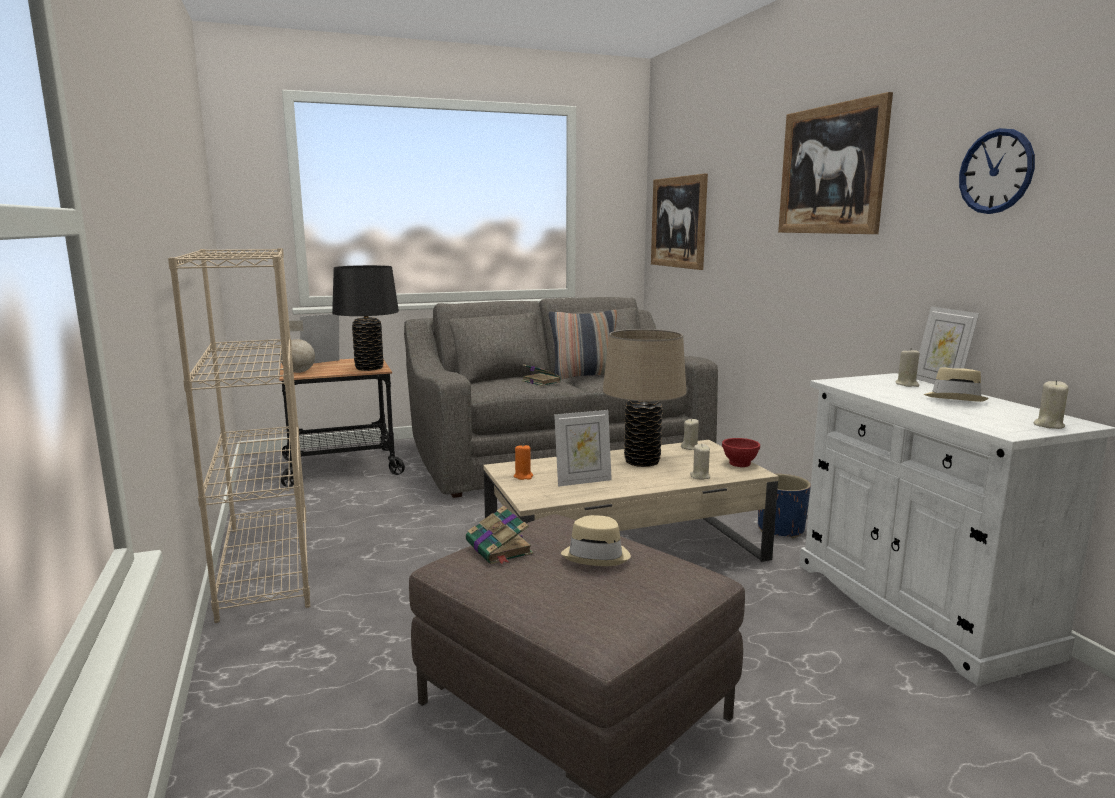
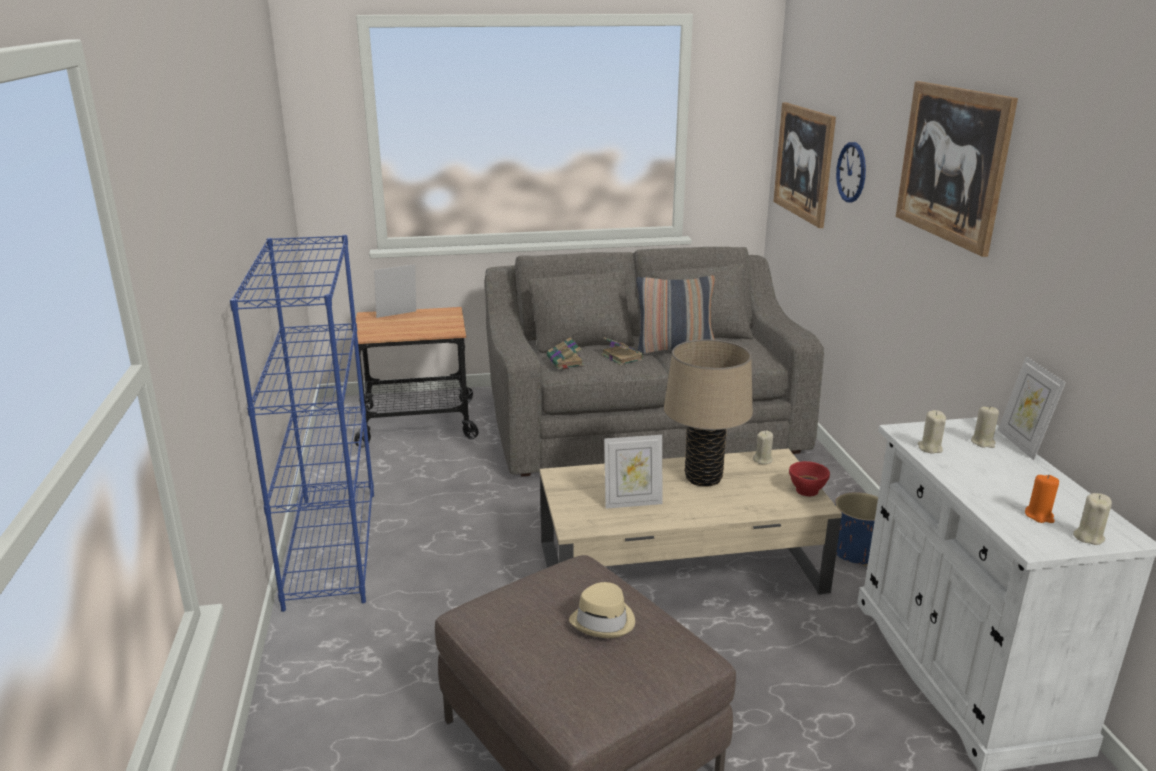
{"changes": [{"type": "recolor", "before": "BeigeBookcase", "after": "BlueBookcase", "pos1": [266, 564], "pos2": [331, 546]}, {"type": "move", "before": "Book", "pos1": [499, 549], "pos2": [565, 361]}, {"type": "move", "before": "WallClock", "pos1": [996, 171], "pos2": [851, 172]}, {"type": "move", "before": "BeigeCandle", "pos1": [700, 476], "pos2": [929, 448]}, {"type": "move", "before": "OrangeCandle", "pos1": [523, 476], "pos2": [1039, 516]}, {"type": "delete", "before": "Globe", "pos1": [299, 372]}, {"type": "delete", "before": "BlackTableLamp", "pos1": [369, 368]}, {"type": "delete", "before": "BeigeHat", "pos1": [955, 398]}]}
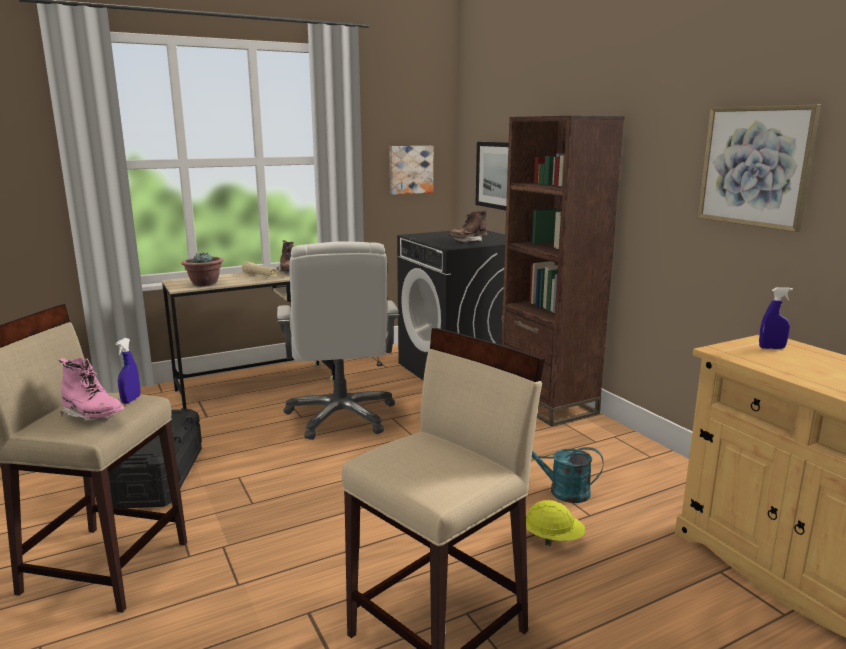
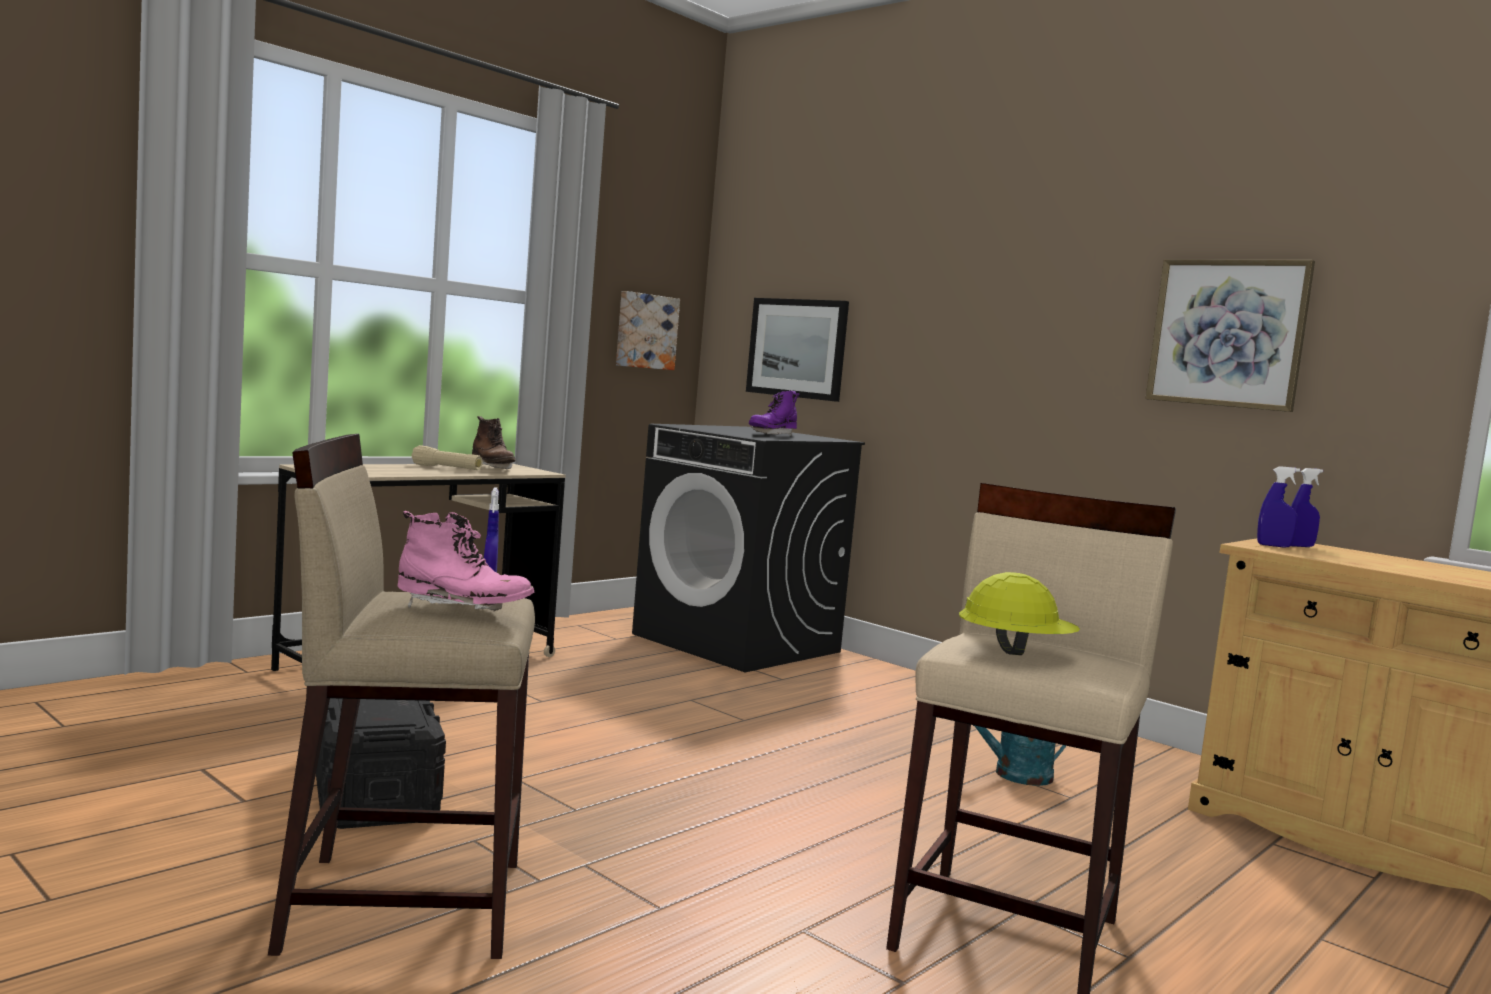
{"changes": [{"type": "recolor", "before": "BrownBoot", "after": "PurpleBoot", "pos1": [468, 241], "pos2": [772, 435]}, {"type": "move", "before": "YellowHardHat", "pos1": [553, 539], "pos2": [1015, 652]}, {"type": "insert", "after": "BlueSprayBottle", "pos2": [1274, 546]}, {"type": "delete", "before": "PottedPlant", "pos1": [204, 284]}, {"type": "delete", "before": "WhiteOfficeChair", "pos1": [341, 416]}, {"type": "delete", "before": "BrownBookcase", "pos1": [547, 404]}]}
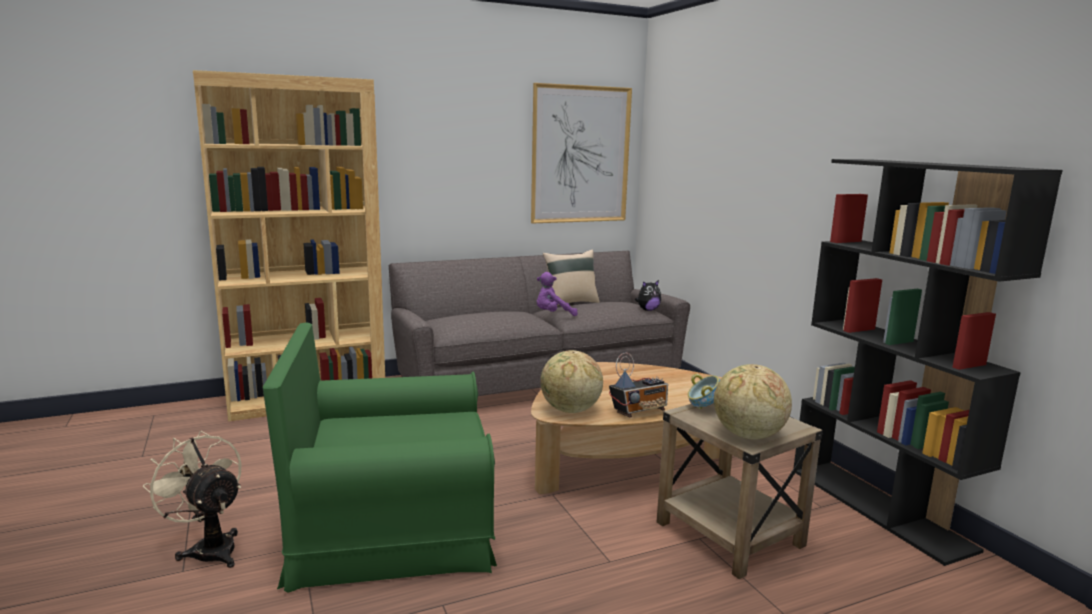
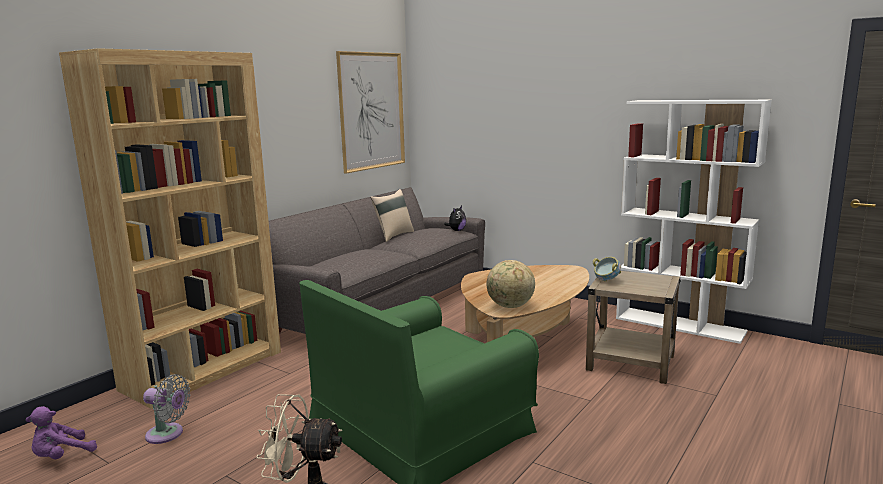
{"changes": [{"type": "move", "before": "PurplePlushToy", "pos1": [553, 315], "pos2": [61, 456]}, {"type": "insert", "after": "GreyFan", "pos2": [168, 434]}, {"type": "recolor", "before": "BlackBookcase", "after": "WhiteBookcase", "pos1": [879, 508], "pos2": [680, 325]}, {"type": "delete", "before": "Radio", "pos1": [639, 411]}, {"type": "delete", "before": "Globe", "pos1": [748, 435]}]}
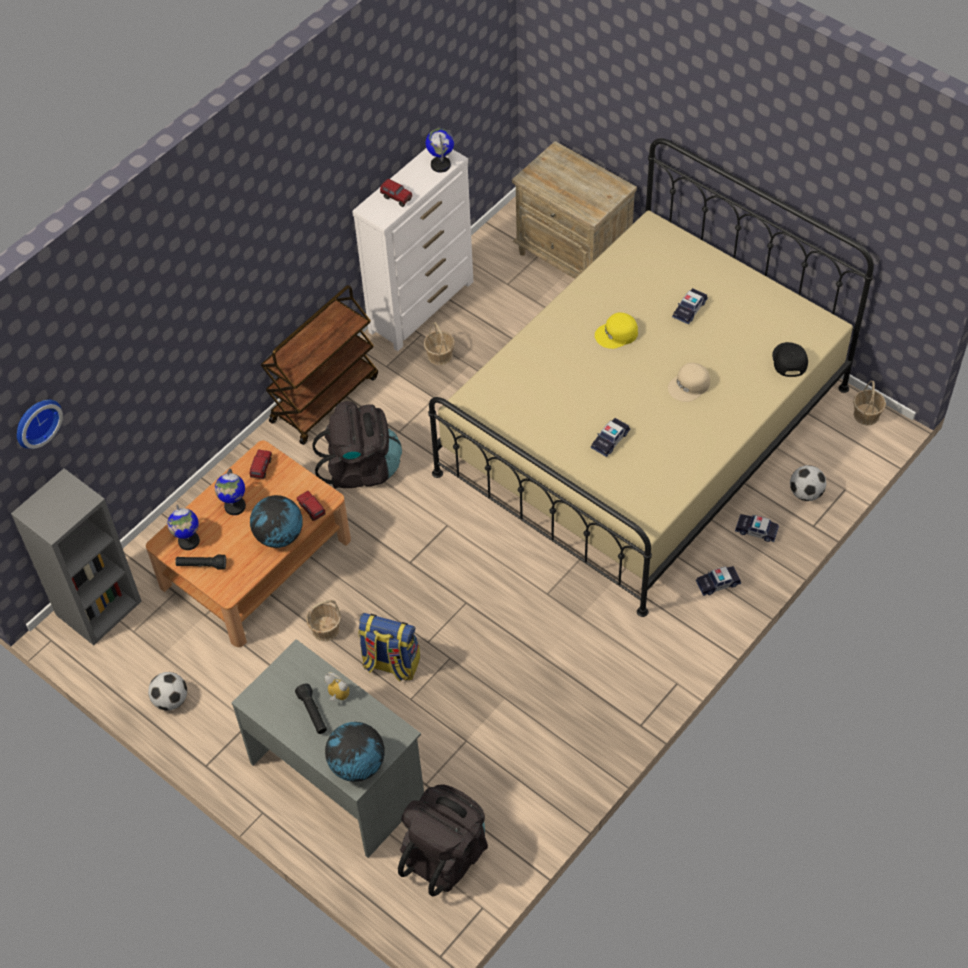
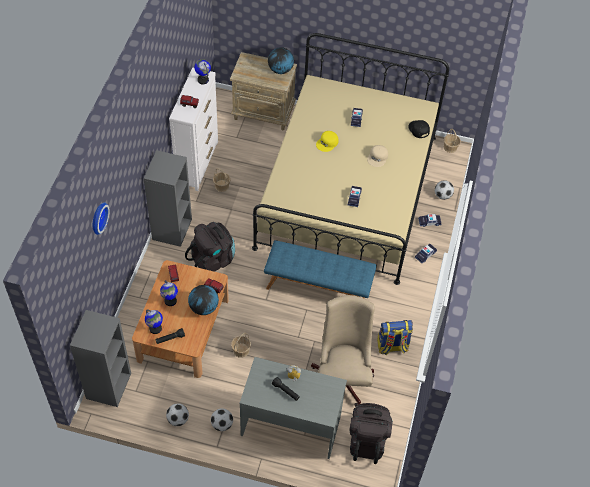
{"changes": [{"type": "move", "before": "WallClock", "pos1": [35, 421], "pos2": [97, 217]}, {"type": "replace", "before": "BrownCart", "after": "GreyBookcase", "pos1": [324, 398], "pos2": [172, 229]}, {"type": "insert", "after": "Football", "pos2": [222, 424]}, {"type": "insert", "after": "BlueBench", "pos2": [318, 286]}, {"type": "move", "before": "Globe", "pos1": [357, 765], "pos2": [280, 70]}, {"type": "insert", "after": "BeigeOfficeChair", "pos2": [342, 376]}, {"type": "move", "before": "Backpack", "pos1": [390, 664], "pos2": [392, 346]}]}
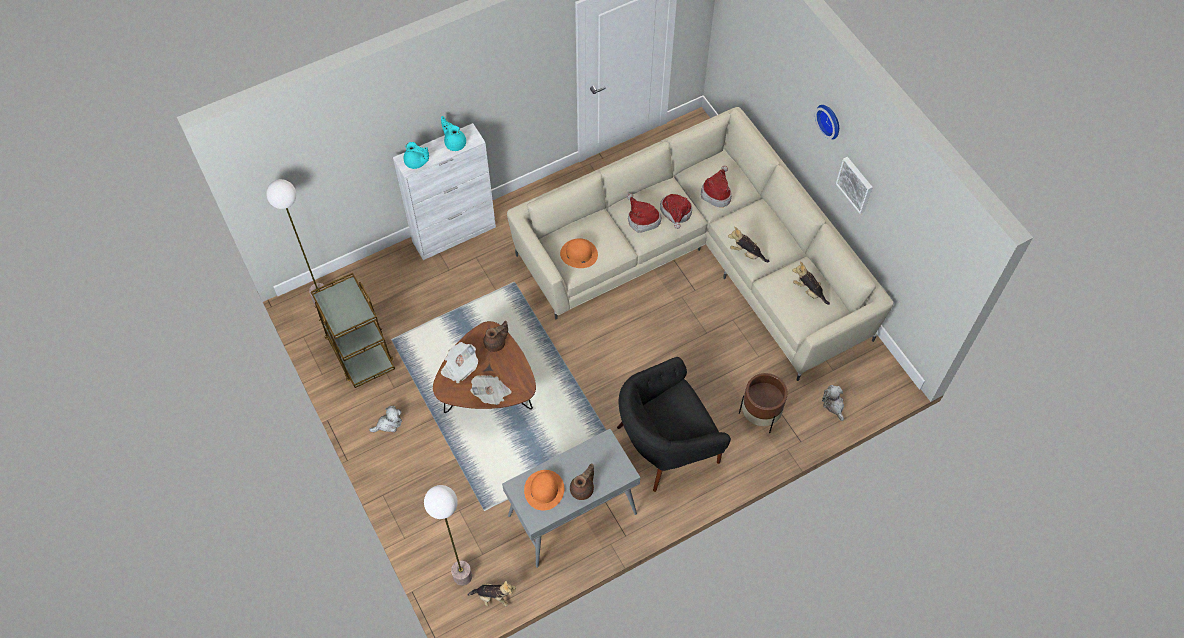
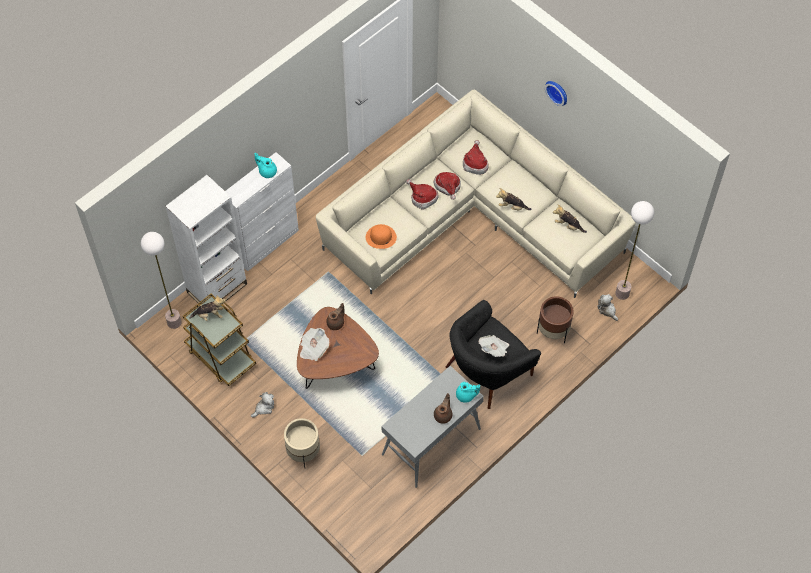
{"changes": [{"type": "insert", "after": "WhiteBookcase", "pos2": [217, 288]}, {"type": "move", "before": "PlushToy", "pos1": [493, 597], "pos2": [209, 315]}, {"type": "insert", "after": "BeigePlanter", "pos2": [303, 452]}, {"type": "move", "before": "TurquoiseTeapot", "pos1": [416, 162], "pos2": [466, 395]}, {"type": "move", "before": "Newspaper", "pos1": [491, 394], "pos2": [494, 349]}, {"type": "move", "before": "FloorLamp", "pos1": [462, 576], "pos2": [622, 293]}, {"type": "delete", "before": "OrangeHat", "pos1": [544, 489]}, {"type": "delete", "before": "Picture", "pos1": [855, 184]}]}
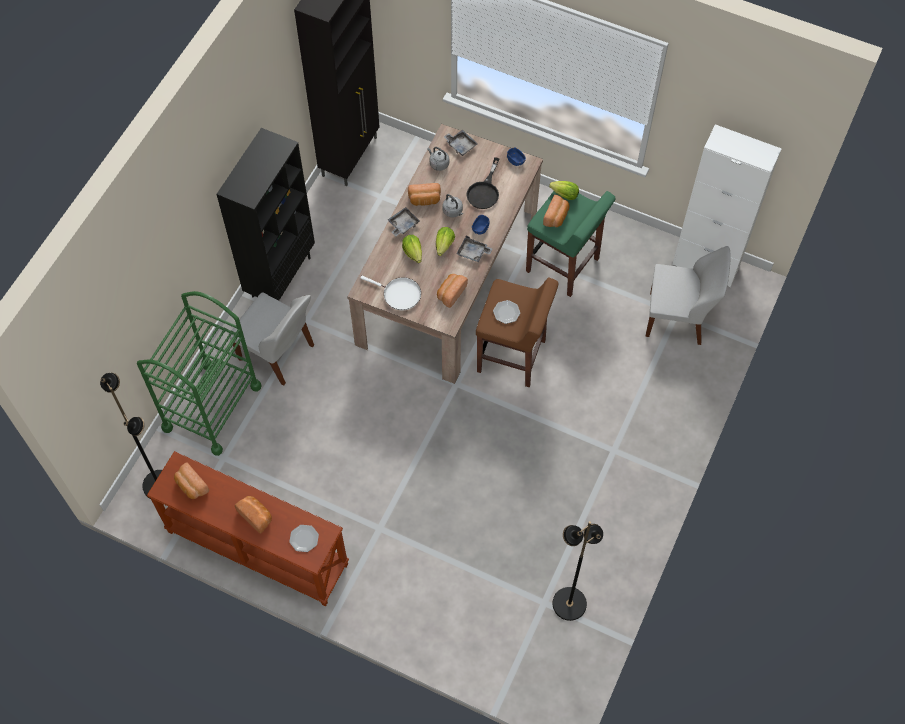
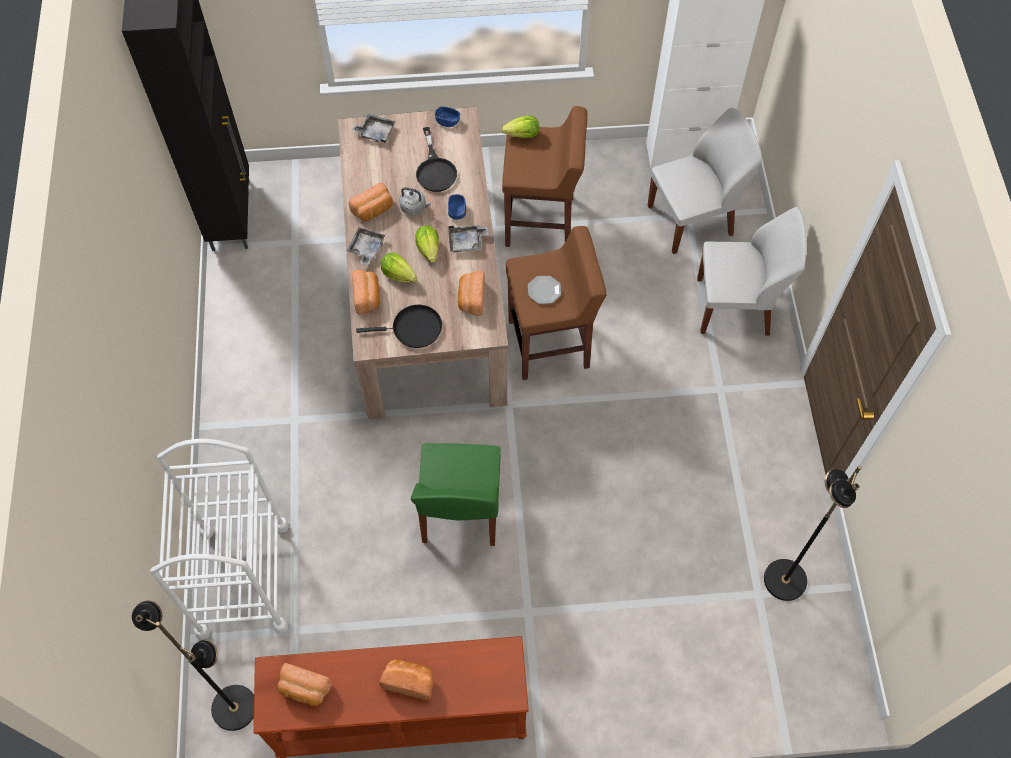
{"changes": [{"type": "recolor", "before": "GreenCart", "after": "WhiteCart", "pos1": [212, 407], "pos2": [243, 578]}, {"type": "move", "before": "Bread", "pos1": [556, 217], "pos2": [367, 297]}, {"type": "recolor", "before": "WhiteFryingPan", "after": "BlackFryingPan", "pos1": [399, 294], "pos2": [413, 329]}, {"type": "insert", "after": "GreenChair", "pos2": [460, 512]}, {"type": "recolor", "before": "GreenStool", "after": "BrownStool", "pos1": [563, 266], "pos2": [541, 222]}, {"type": "move", "before": "WhiteChair", "pos1": [278, 353], "pos2": [735, 307]}, {"type": "delete", "before": "BlackBookcase", "pos1": [280, 276]}, {"type": "delete", "before": "Plate", "pos1": [304, 539]}, {"type": "delete", "before": "GreyKettle", "pos1": [438, 163]}]}
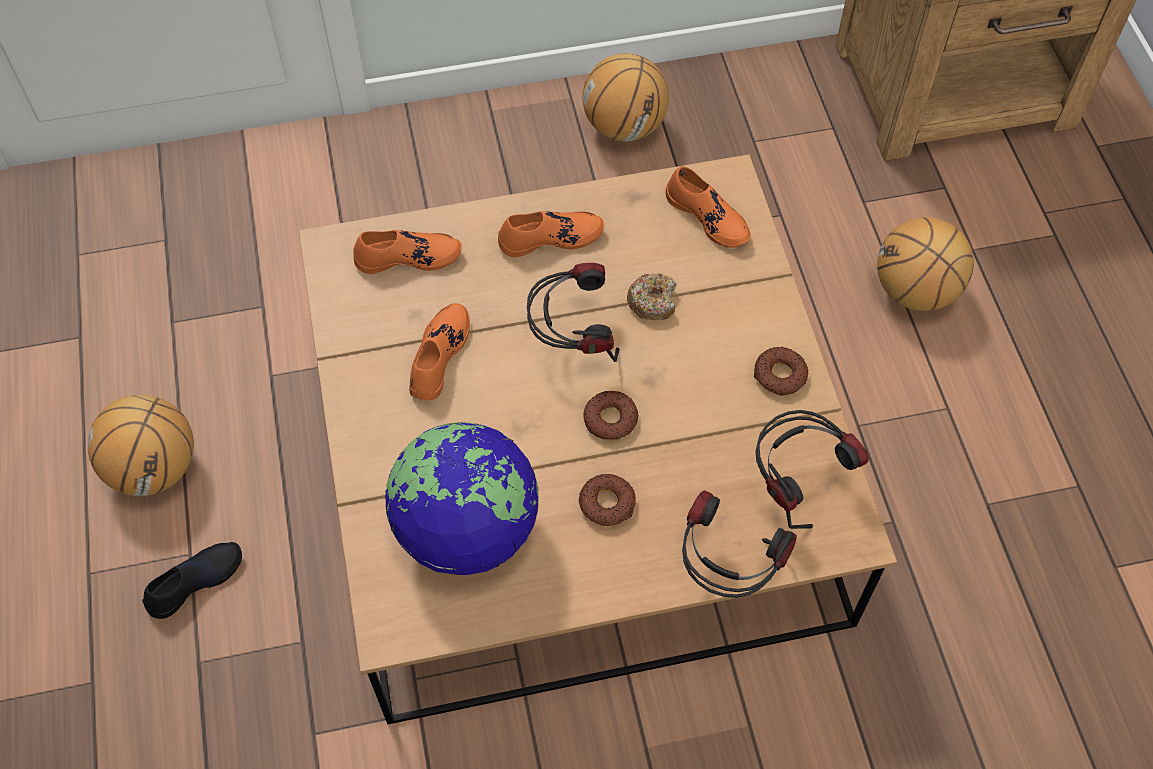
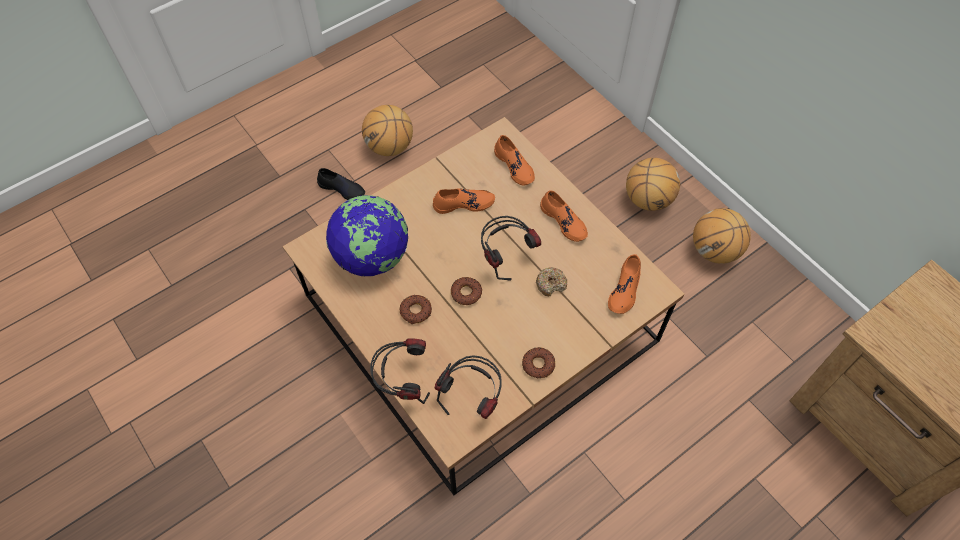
{"changes": [{"type": "move", "before": "Basketball", "pos1": [915, 291], "pos2": [647, 200]}]}
